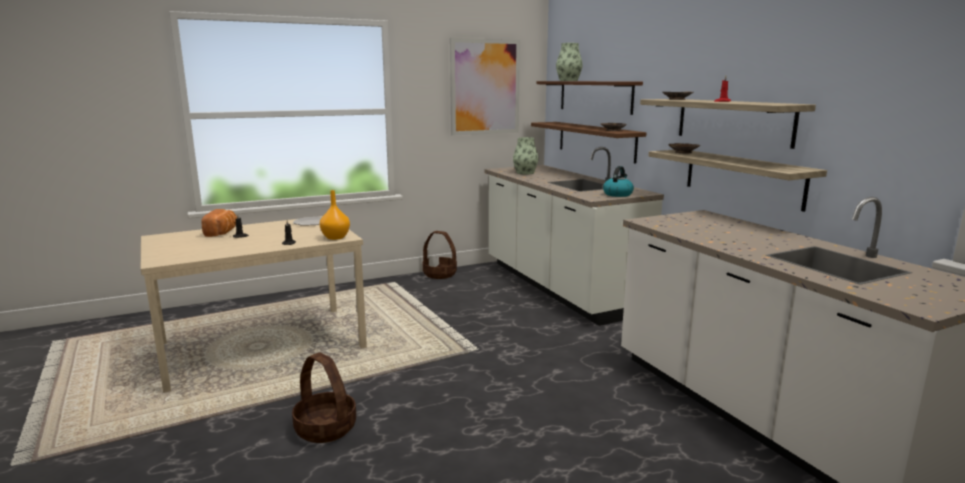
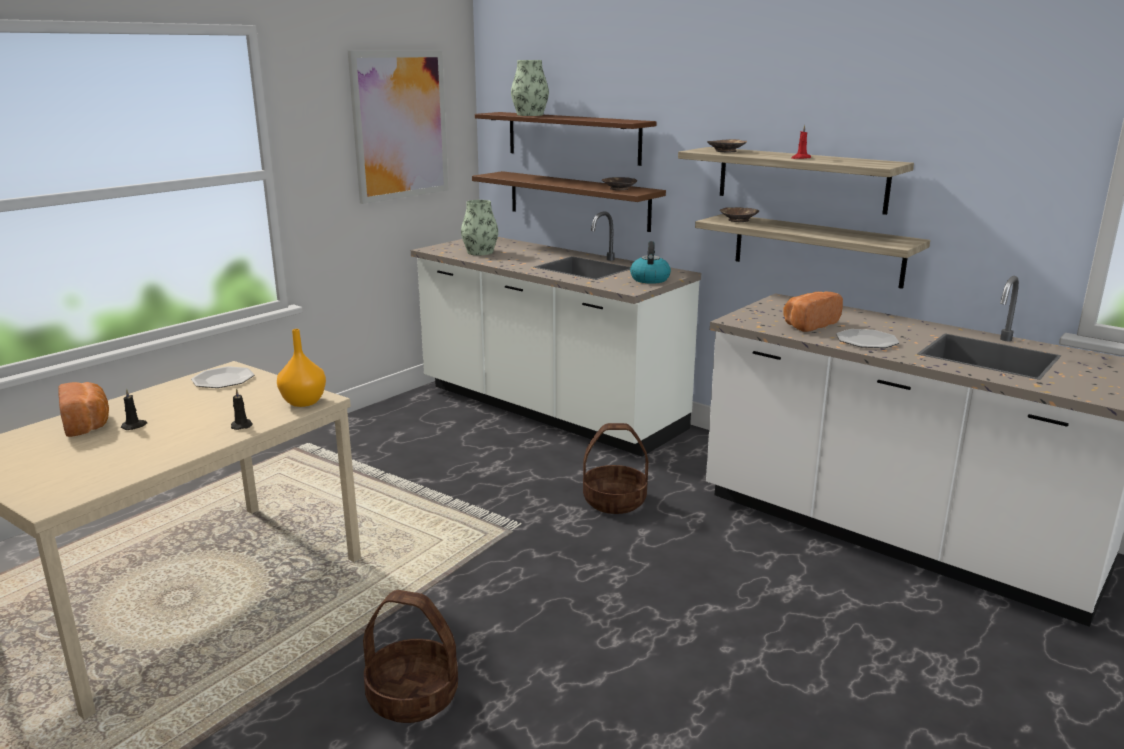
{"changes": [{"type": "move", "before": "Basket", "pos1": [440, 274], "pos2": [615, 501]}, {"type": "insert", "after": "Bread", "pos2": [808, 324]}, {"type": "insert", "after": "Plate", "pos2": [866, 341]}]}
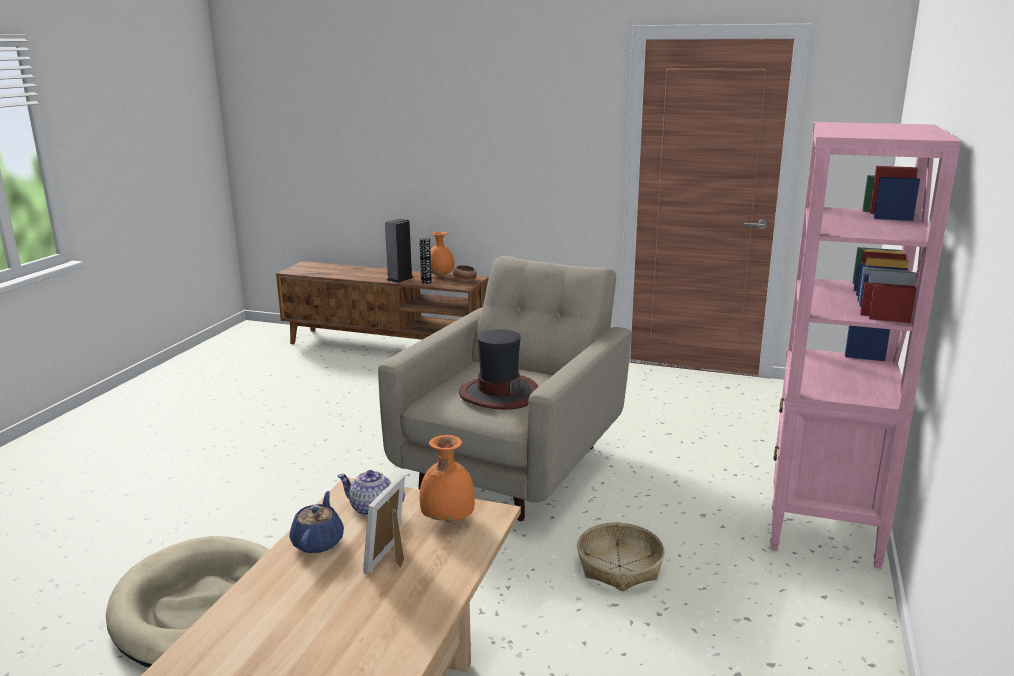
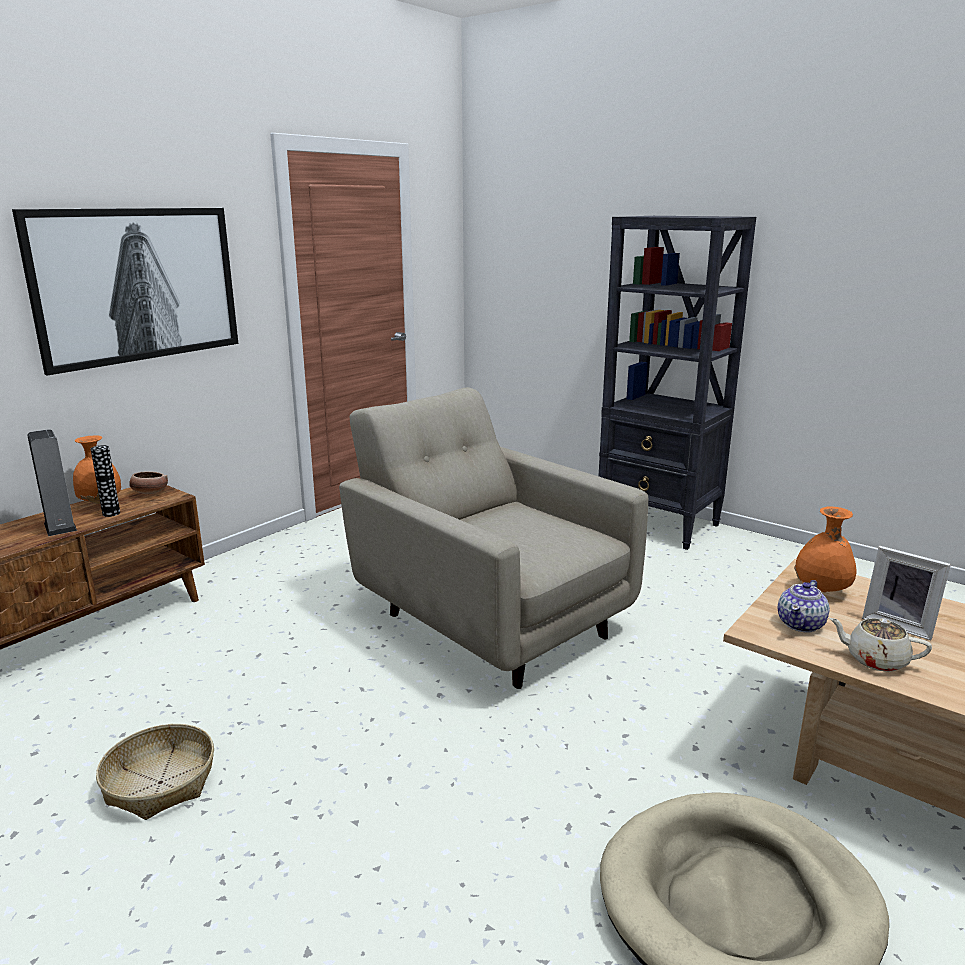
{"changes": [{"type": "insert", "after": "Picture", "pos2": [137, 285]}, {"type": "move", "before": "Basket", "pos1": [619, 566], "pos2": [160, 782]}, {"type": "recolor", "before": "PinkBookcase", "after": "BlackBookcase", "pos1": [822, 524], "pos2": [659, 525]}, {"type": "recolor", "before": "BlueTeapot", "after": "BeigeTeapot", "pos1": [318, 542], "pos2": [875, 660]}, {"type": "delete", "before": "Hat", "pos1": [498, 393]}]}
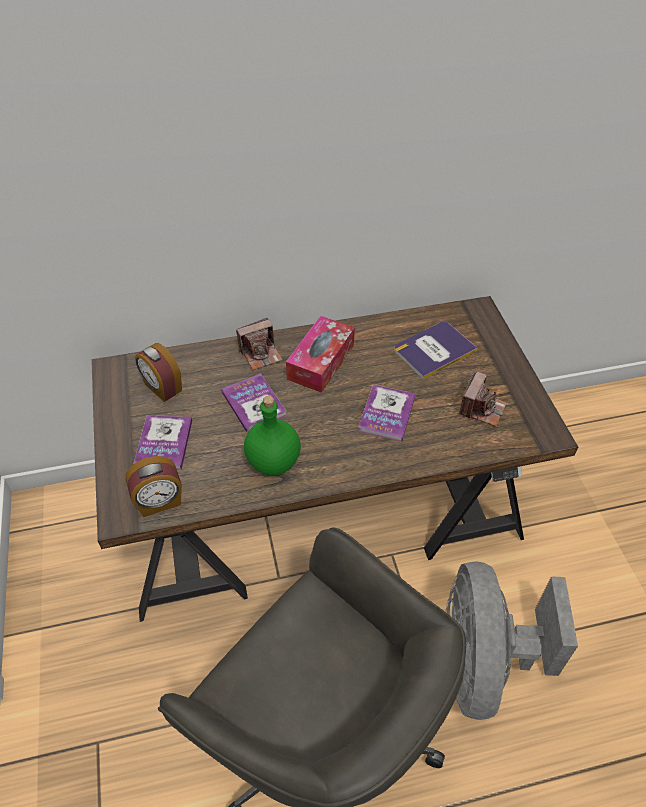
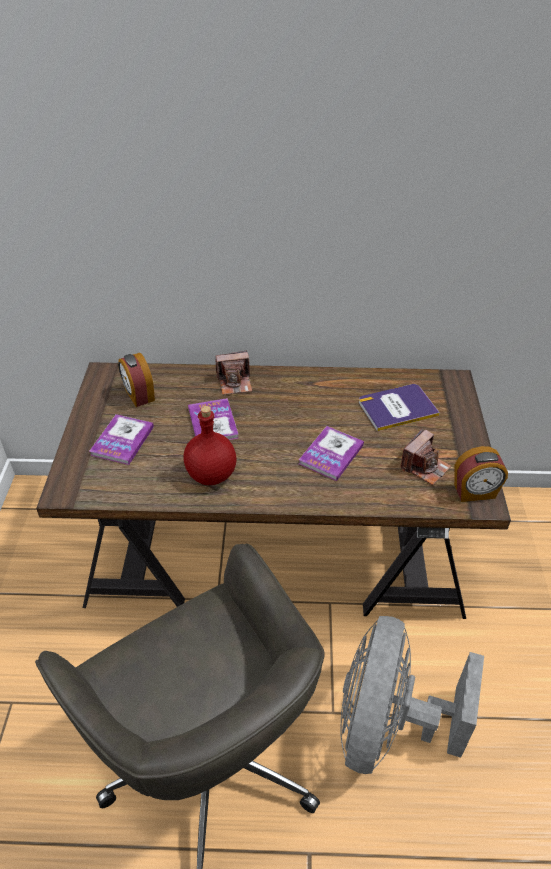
{"changes": [{"type": "recolor", "before": "GreenBottle", "after": "RedBottle", "pos1": [274, 461], "pos2": [212, 474]}, {"type": "move", "before": "AlarmClock", "pos1": [159, 502], "pos2": [474, 492]}, {"type": "delete", "before": "TissueBox", "pos1": [321, 362]}]}
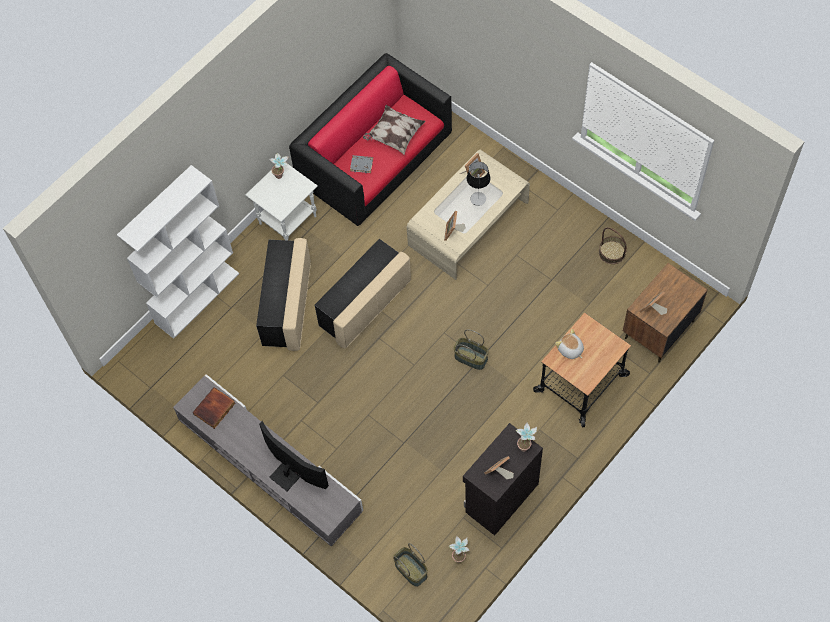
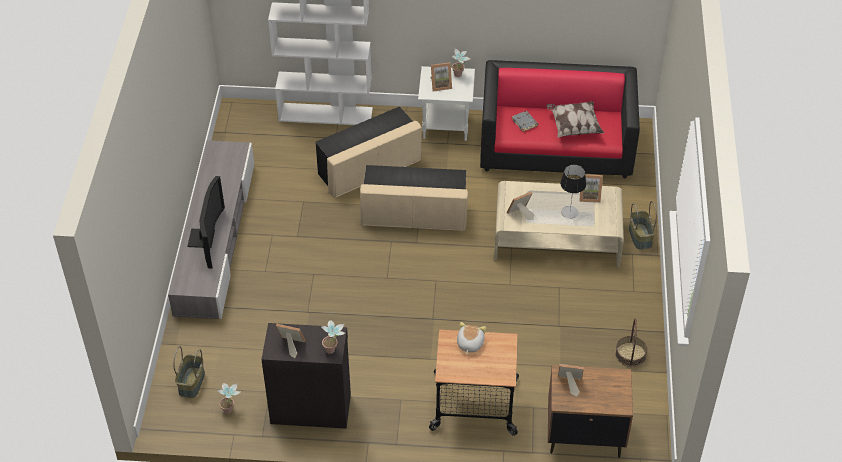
{"changes": [{"type": "insert", "after": "PictureFrame", "pos2": [440, 85]}, {"type": "move", "before": "Basket", "pos1": [471, 358], "pos2": [640, 237]}, {"type": "delete", "before": "Book", "pos1": [215, 409]}]}
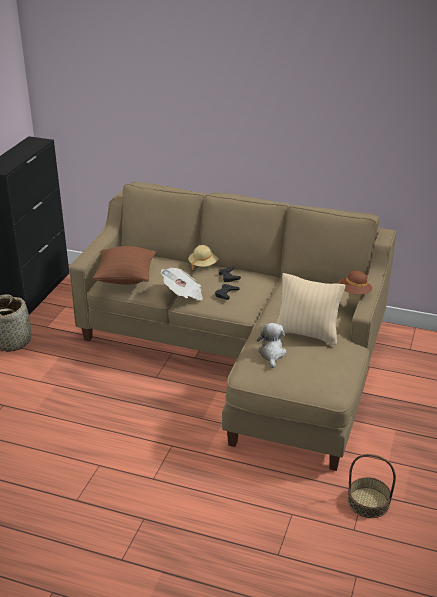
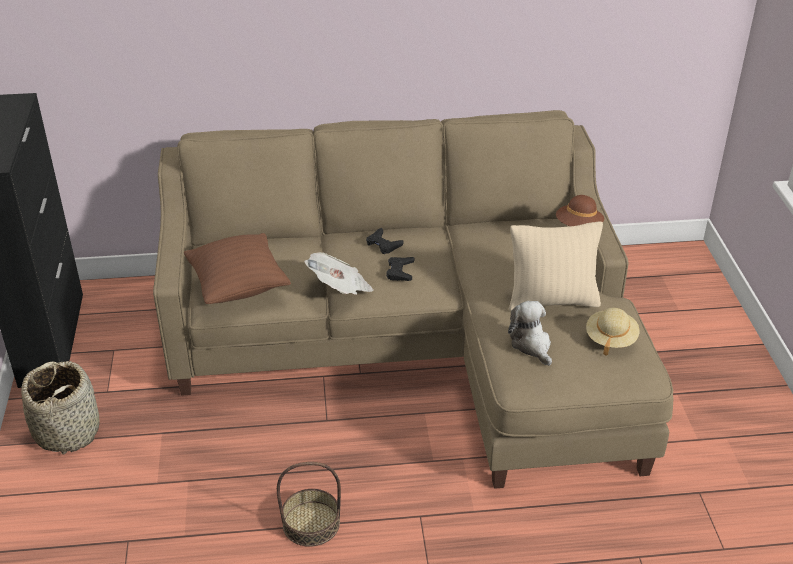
{"changes": [{"type": "move", "before": "Basket", "pos1": [368, 502], "pos2": [311, 523]}, {"type": "move", "before": "BeigeHat", "pos1": [203, 264], "pos2": [610, 339]}]}
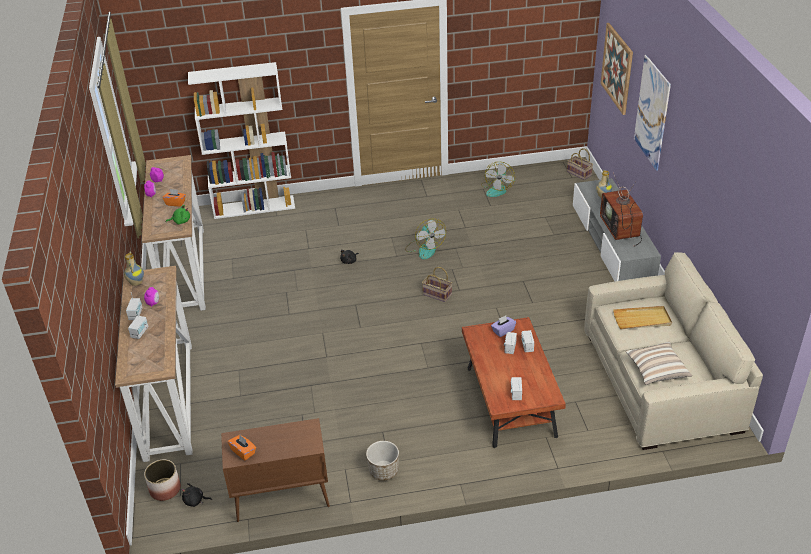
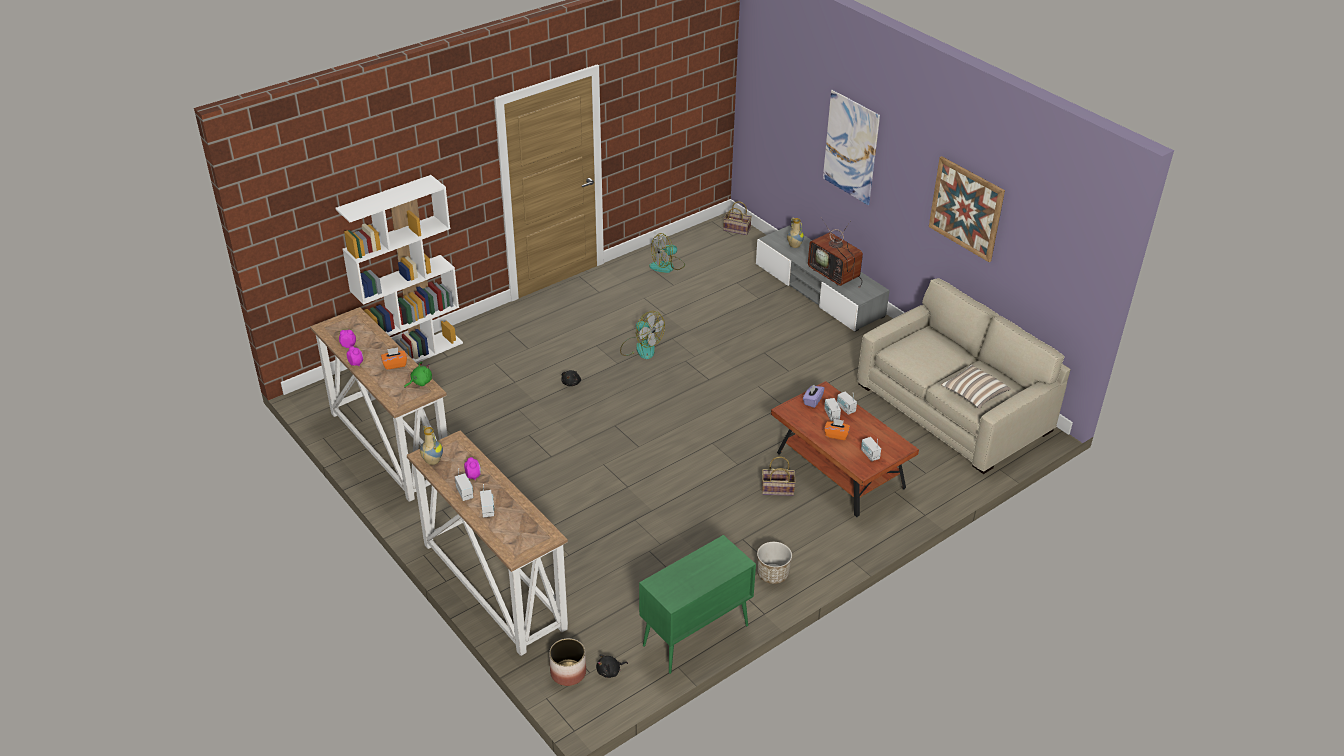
{"changes": [{"type": "recolor", "before": "BrownCabinet", "after": "GreenCabinet", "pos1": [281, 498], "pos2": [695, 636]}, {"type": "rotate", "before": "Fan", "pos1": [497, 189], "pos2": [667, 266], "turn": 75}, {"type": "move", "before": "Basket", "pos1": [436, 294], "pos2": [776, 490]}, {"type": "move", "before": "OrangeTissueBox", "pos1": [243, 452], "pos2": [836, 435]}, {"type": "move", "before": "Picture", "pos1": [617, 68], "pos2": [966, 208]}, {"type": "delete", "before": "BeigeTray", "pos1": [642, 320]}]}
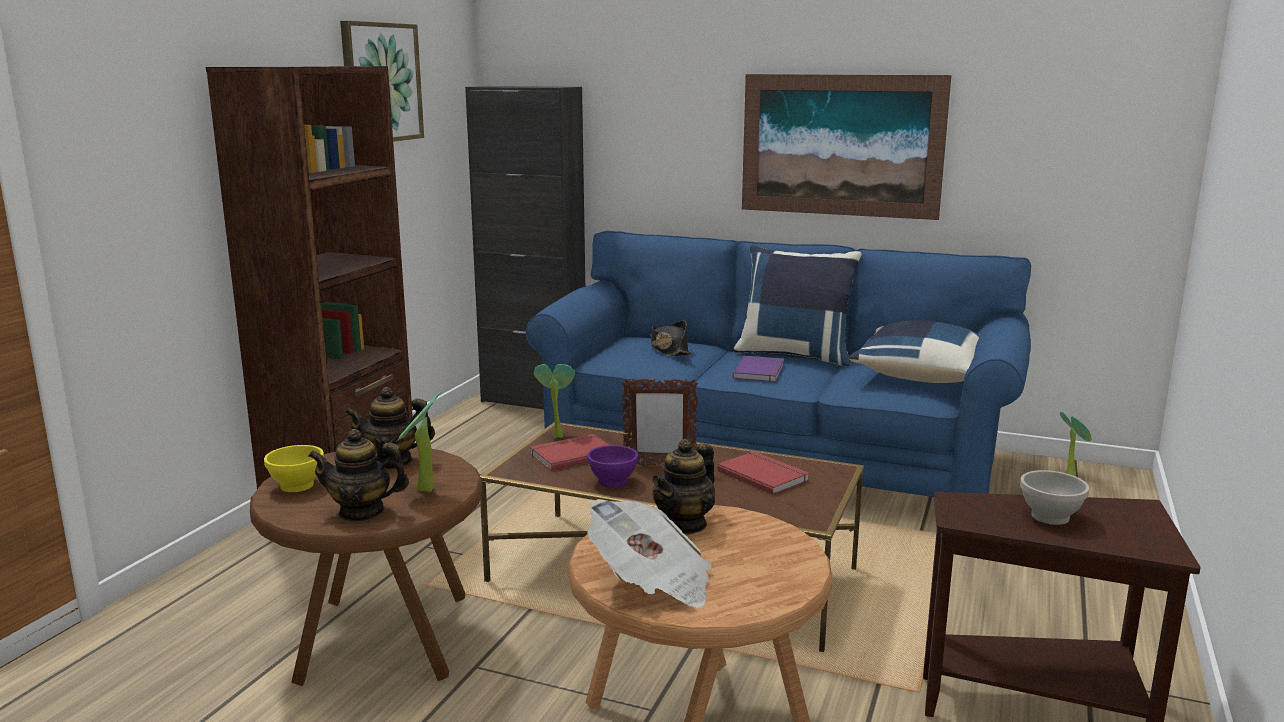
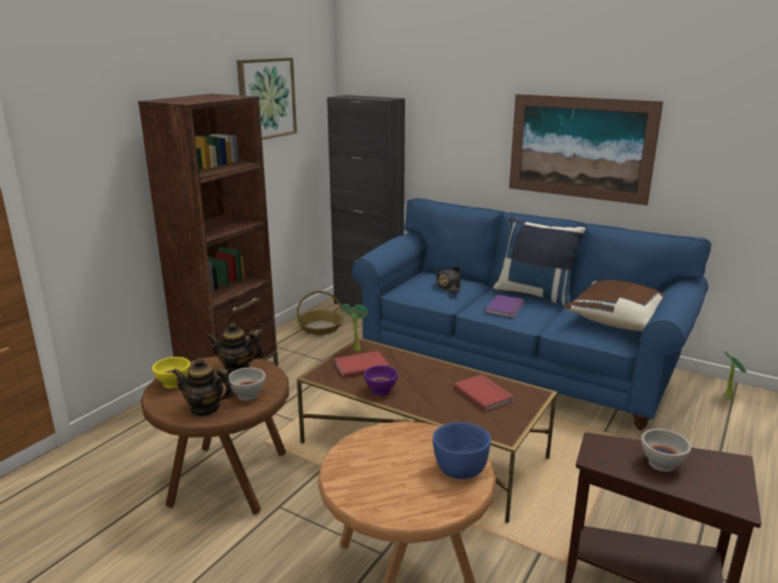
{"changes": [{"type": "replace", "before": "PottedPlant", "after": "WhiteBowl", "pos1": [422, 491], "pos2": [247, 395]}, {"type": "insert", "after": "Basket", "pos2": [320, 327]}, {"type": "insert", "after": "BlueBowl", "pos2": [459, 469]}, {"type": "recolor", "before": "BluePillow", "after": "BrownPillow", "pos1": [921, 376], "pos2": [618, 321]}, {"type": "delete", "before": "Newspaper", "pos1": [652, 583]}, {"type": "delete", "before": "PictureFrame", "pos1": [659, 465]}, {"type": "delete", "before": "Teapot", "pos1": [684, 524]}]}
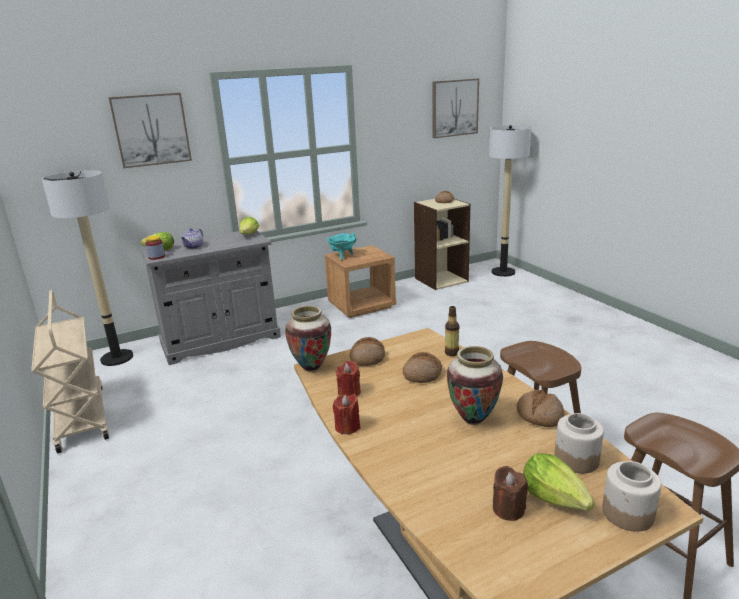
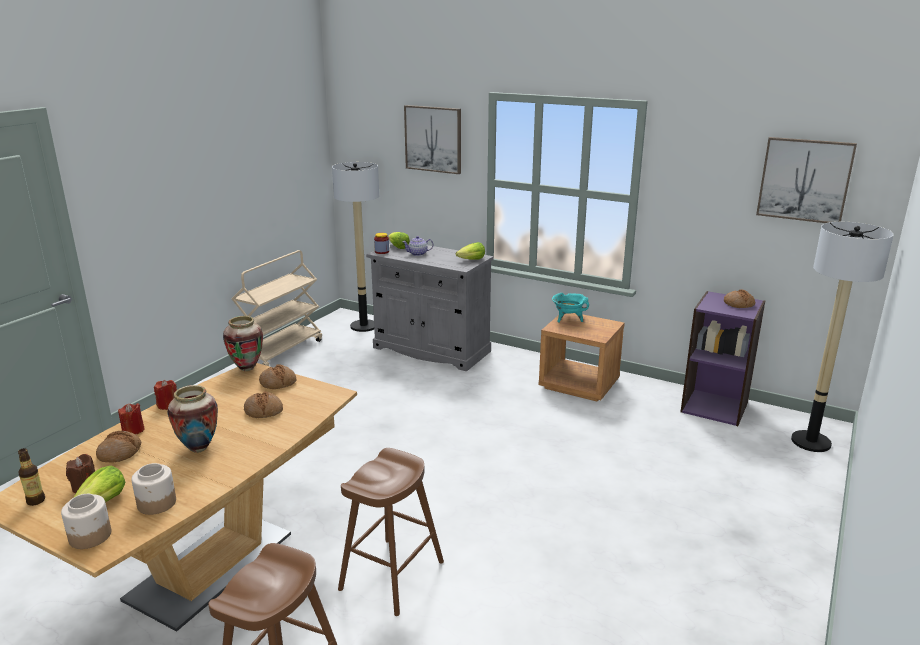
{"changes": [{"type": "move", "before": "Bottle", "pos1": [451, 353], "pos2": [36, 501]}, {"type": "move", "before": "Bread", "pos1": [539, 415], "pos2": [120, 452]}, {"type": "move", "before": "RedCandle", "pos1": [349, 392], "pos2": [133, 430]}, {"type": "recolor", "before": "BeigeBookcase", "after": "PurpleBookcase", "pos1": [441, 280], "pos2": [714, 407]}]}
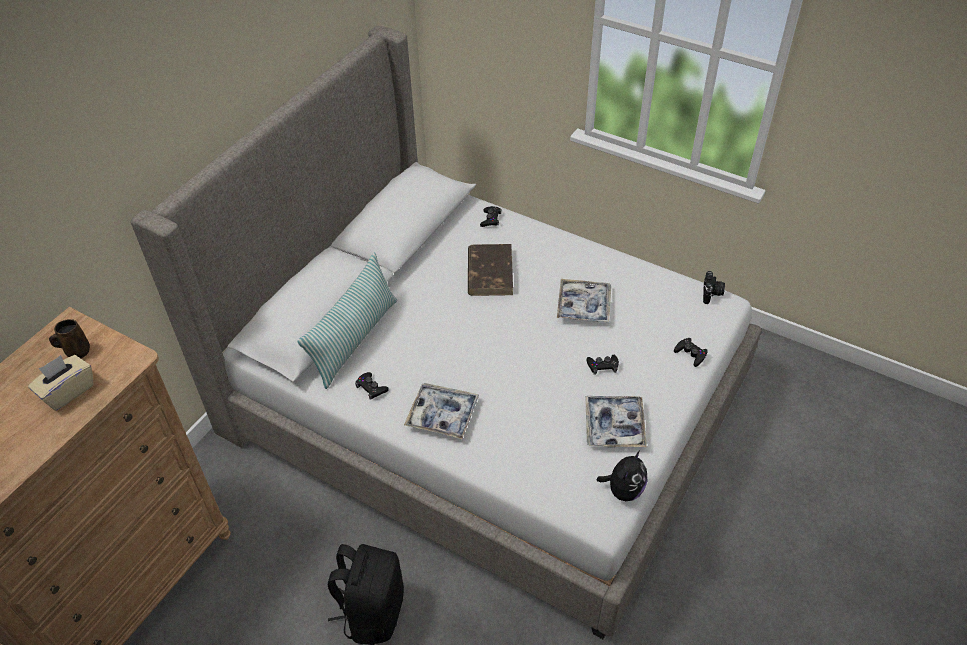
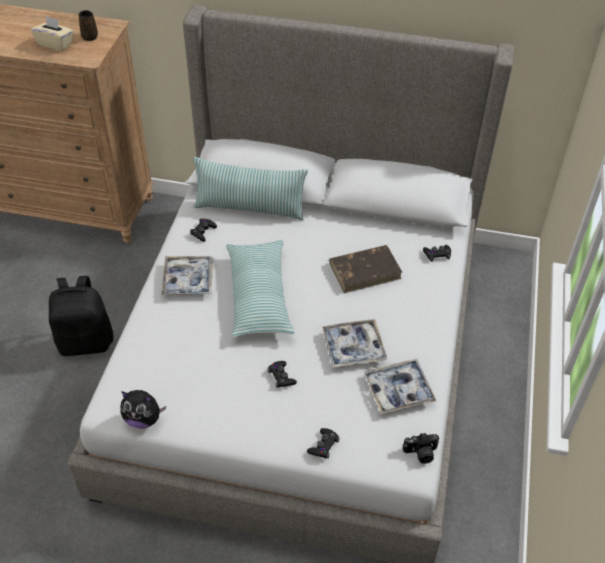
{"changes": [{"type": "insert", "after": "Pillow", "pos2": [259, 296]}, {"type": "move", "before": "Tray", "pos1": [614, 426], "pos2": [398, 390]}]}
